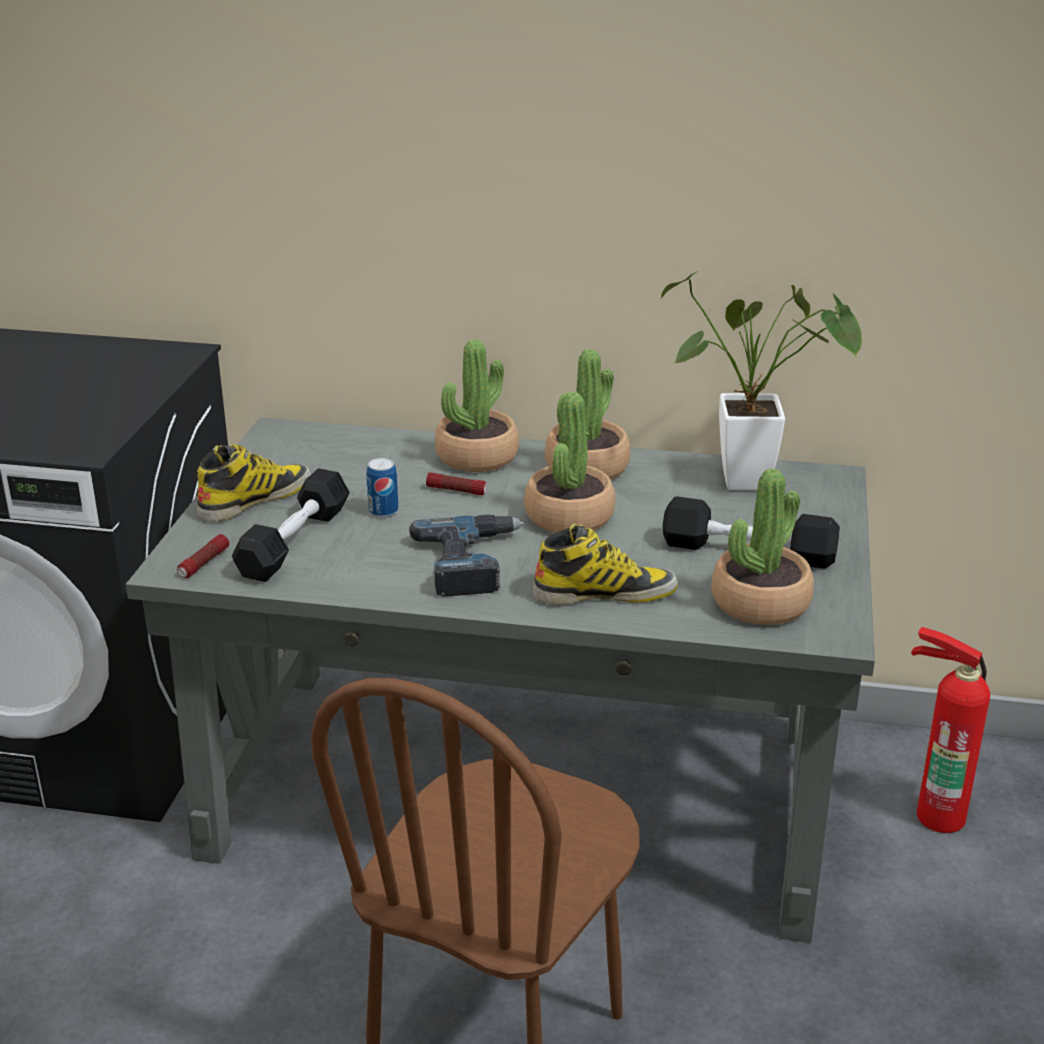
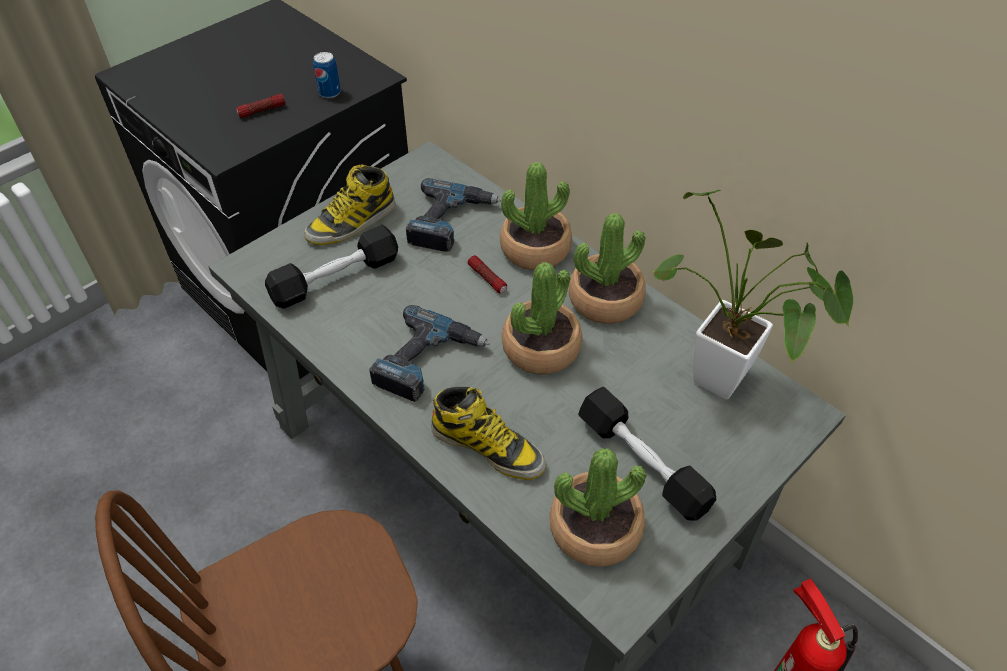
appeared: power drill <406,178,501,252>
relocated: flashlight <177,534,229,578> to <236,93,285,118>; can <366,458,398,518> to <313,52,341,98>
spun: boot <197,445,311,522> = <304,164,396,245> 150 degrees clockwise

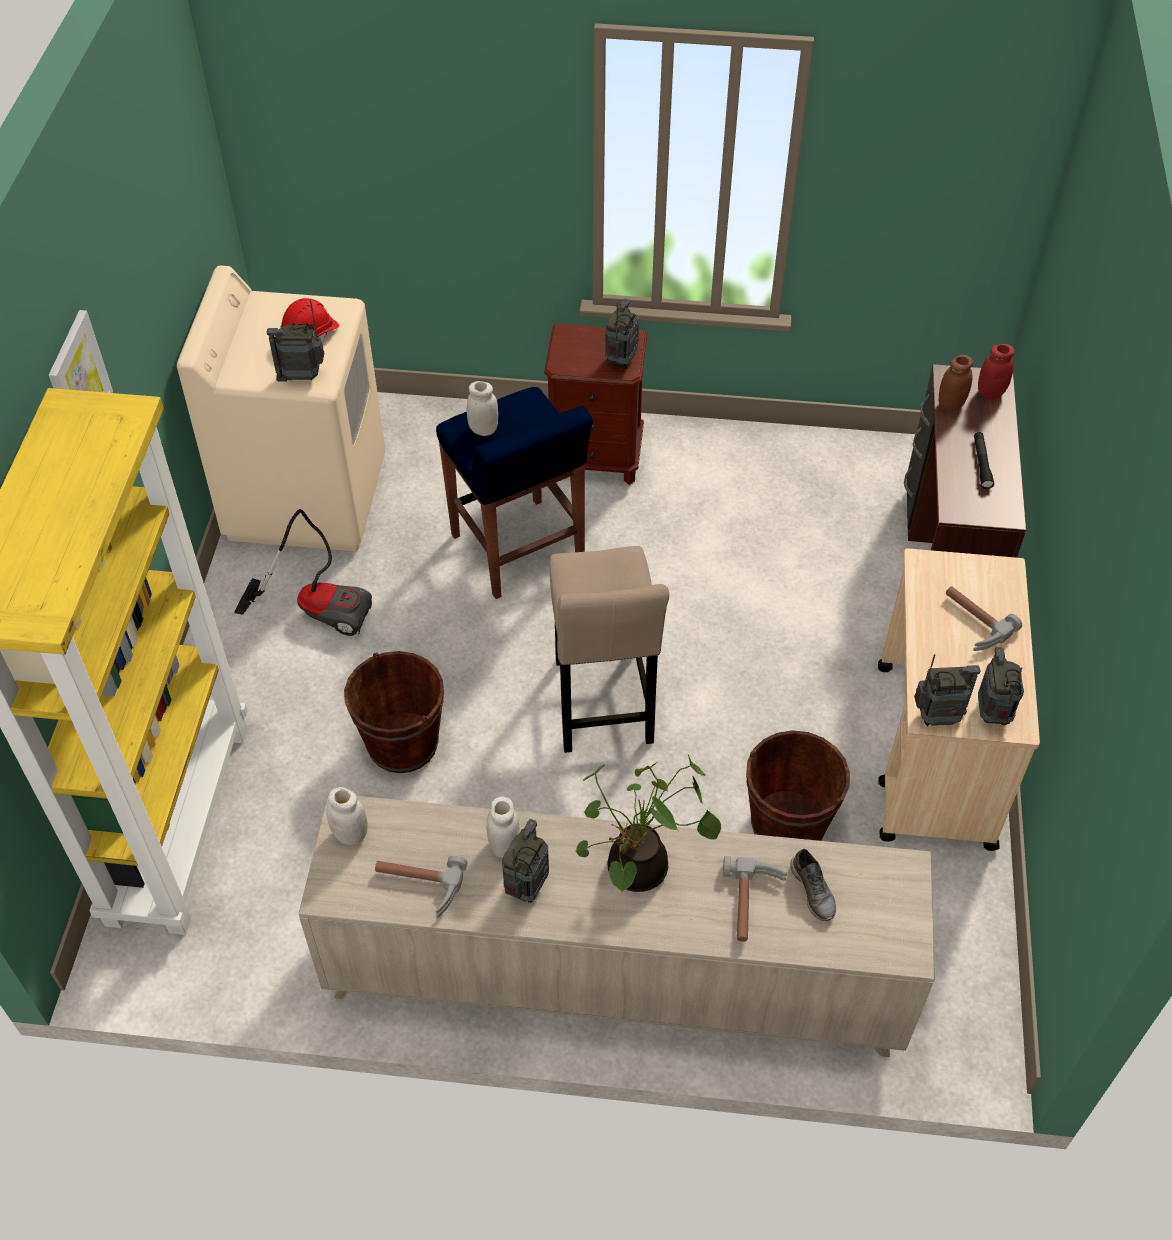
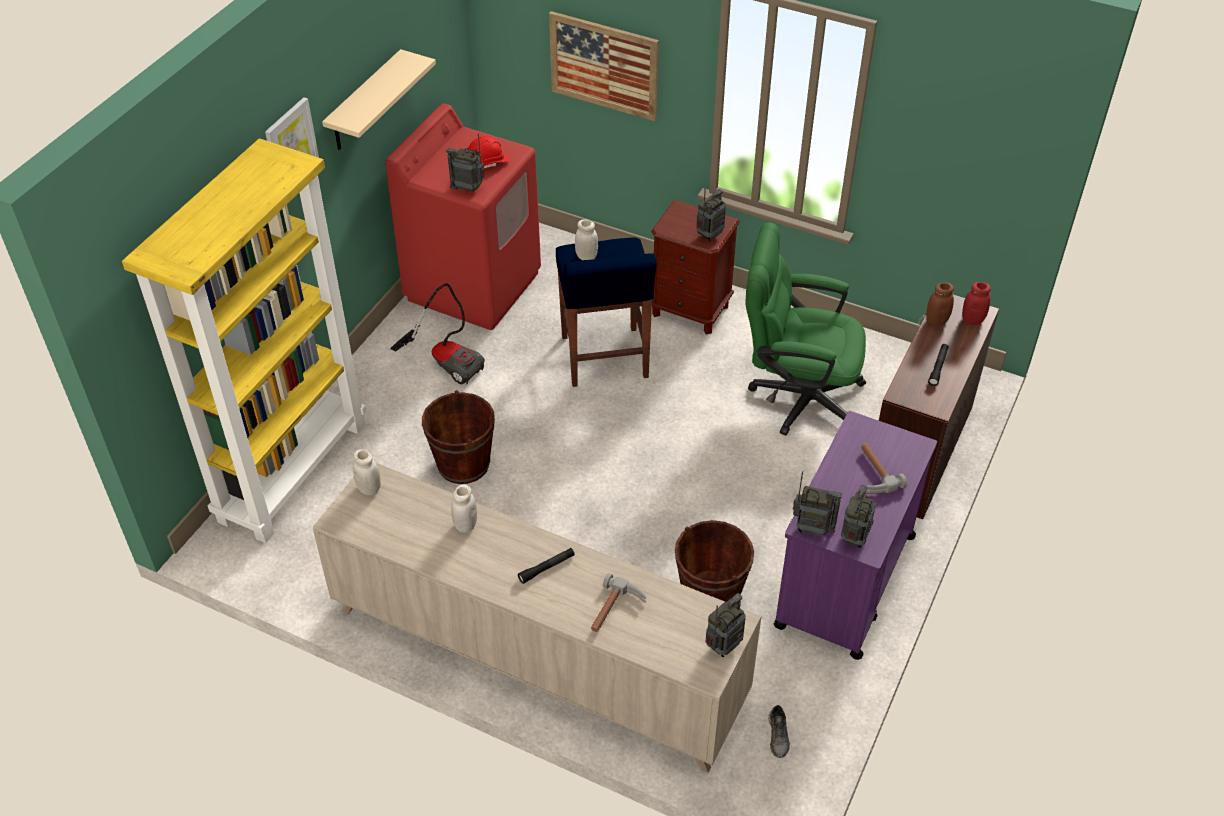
missing: hammer <375,856,468,918>; stool (beige) <549,546,669,753>
appeared: shelf (beige) <322,49,436,150>; picture <549,11,659,121>; office chair (green) <745,222,866,436>
relocated: radio <501,819,549,903> to <705,593,746,657>; shoe (grey) <790,849,836,921> to <769,705,790,758>
exchanged: potted plant <575,754,721,894> to flashlight (black) <518,548,575,584>
colour: washing machine (beige) <177,265,386,551> to washing machine (red) <385,104,541,330>; cart (beige) <878,549,1040,851> to cart (purple) <773,411,937,660>

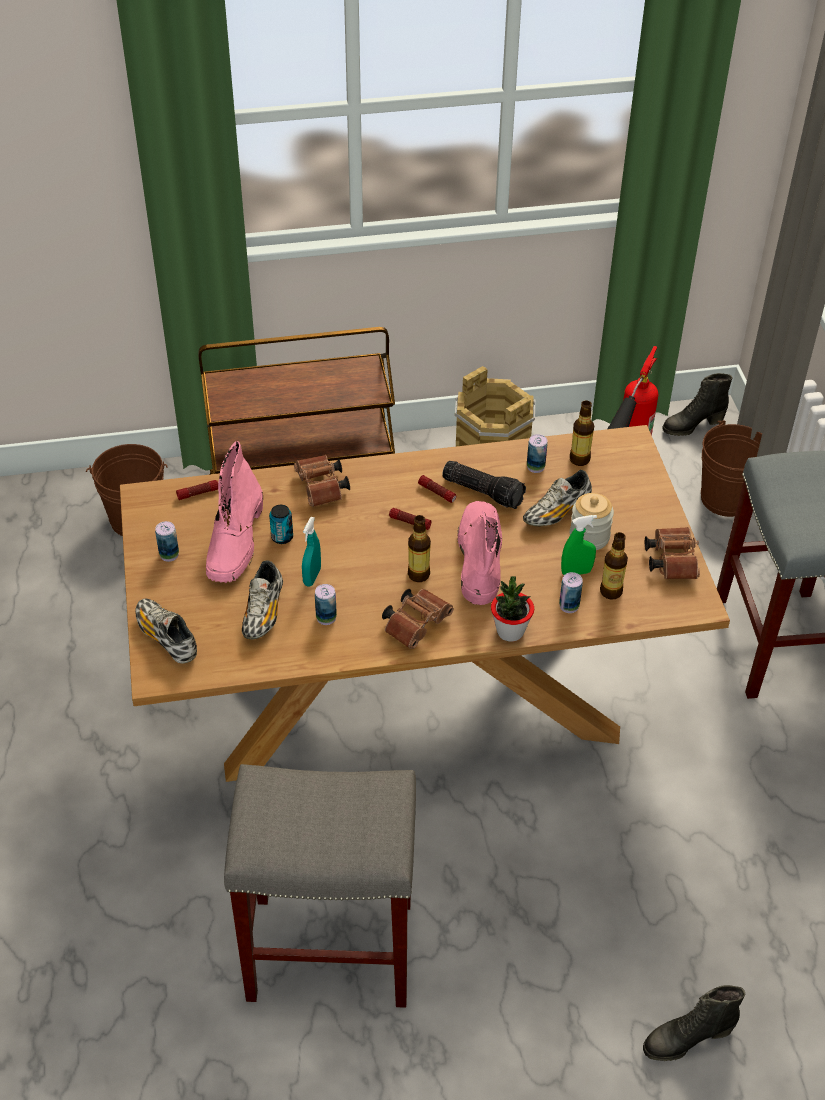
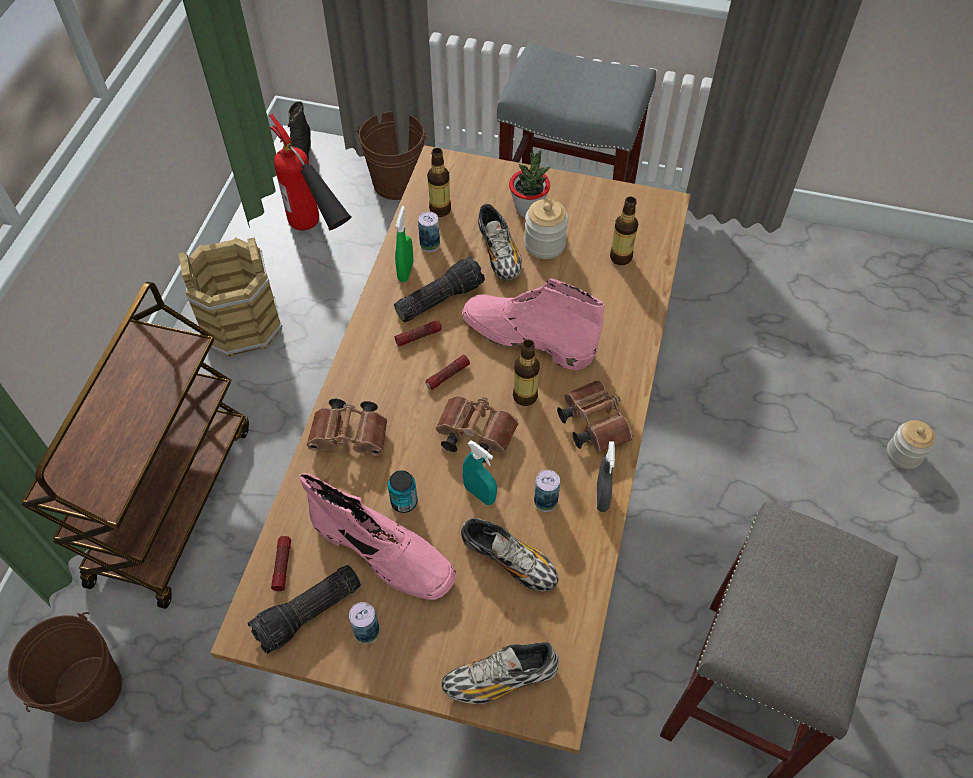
missing: can <559,572,583,613>
appeared: flashlight <248,565,361,654>; spray bottle (grey) <597,441,615,512>
relocated: potted plant <491,576,534,642> to <509,150,550,217>; spray bottle (green) <561,515,597,575> to <395,206,413,282>; binoculars (brown) <645,527,700,579> to <436,396,519,462>
exchanged: boot (black) <643,985,746,1061> to jar <886,420,935,469>

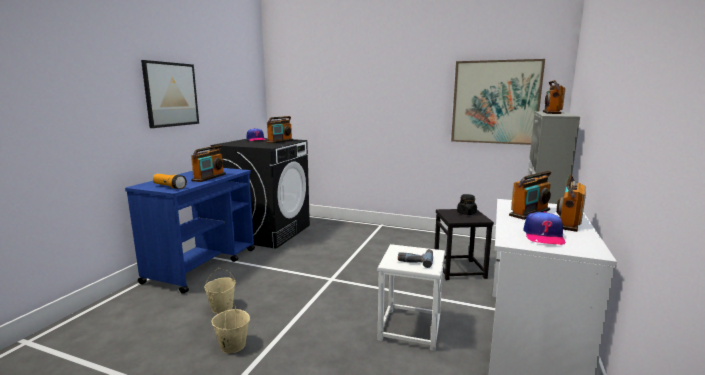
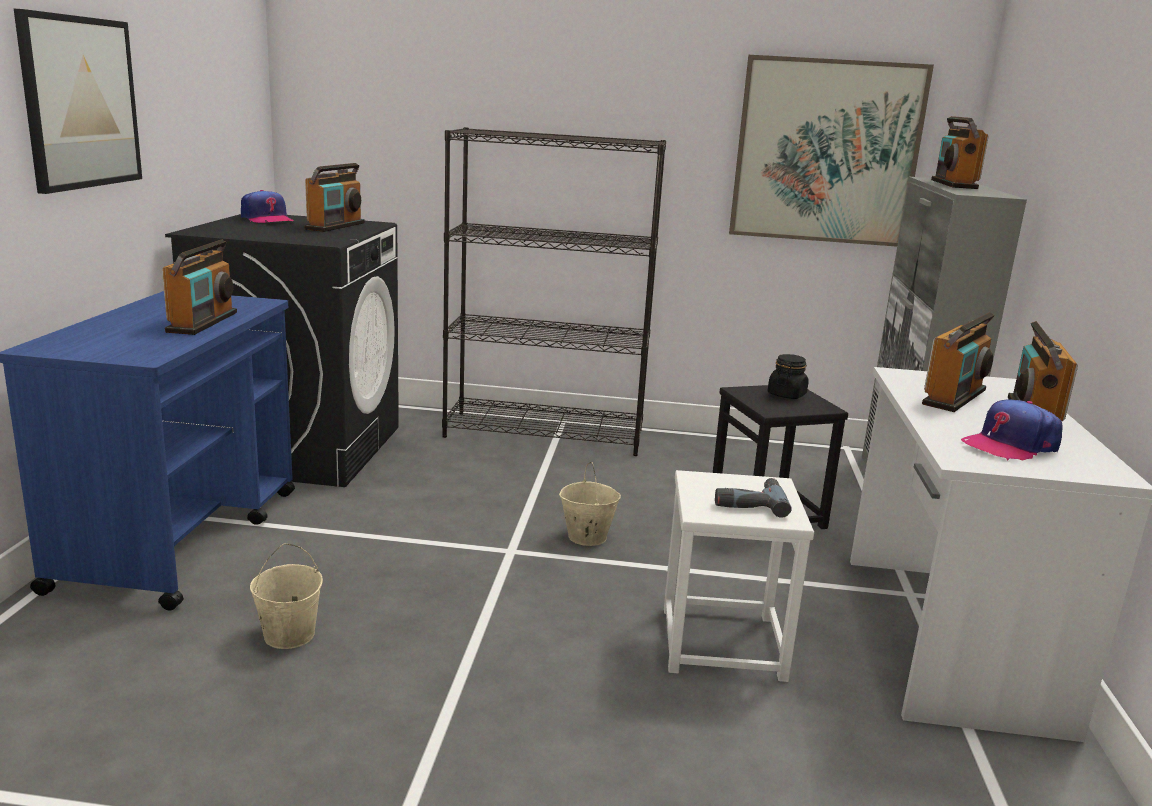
missing: flashlight <153,174,187,189>
appeared: bookcase (black) <442,127,666,456>
relocated: bucket (beige) <211,299,250,353> to <559,462,621,546>
spun: cap <523,211,566,245> = <961,400,1063,461> 60 degrees clockwise

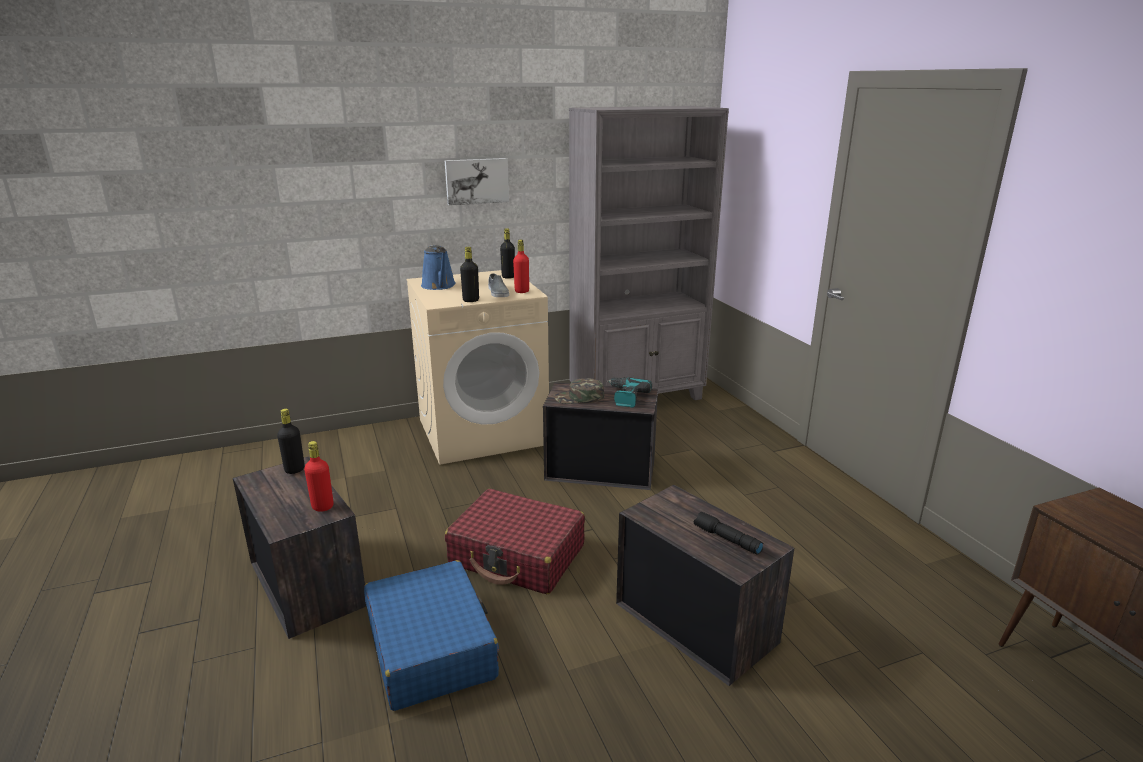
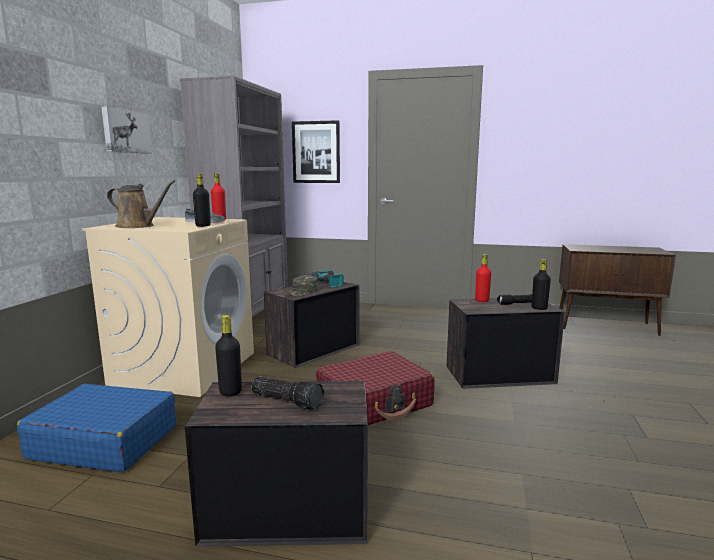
appeared: flashlight <252,377,325,410>; picture <292,120,340,183>
relocated: bottle (red) <304,441,334,512> to <475,254,491,302>; suitcase (blue) <364,560,499,711> to <17,384,176,472>; bottle (black) <500,228,515,279> to <532,259,551,310>
colour: watering can (blue) <421,245,456,290> to watering can (brown) <107,180,175,228>

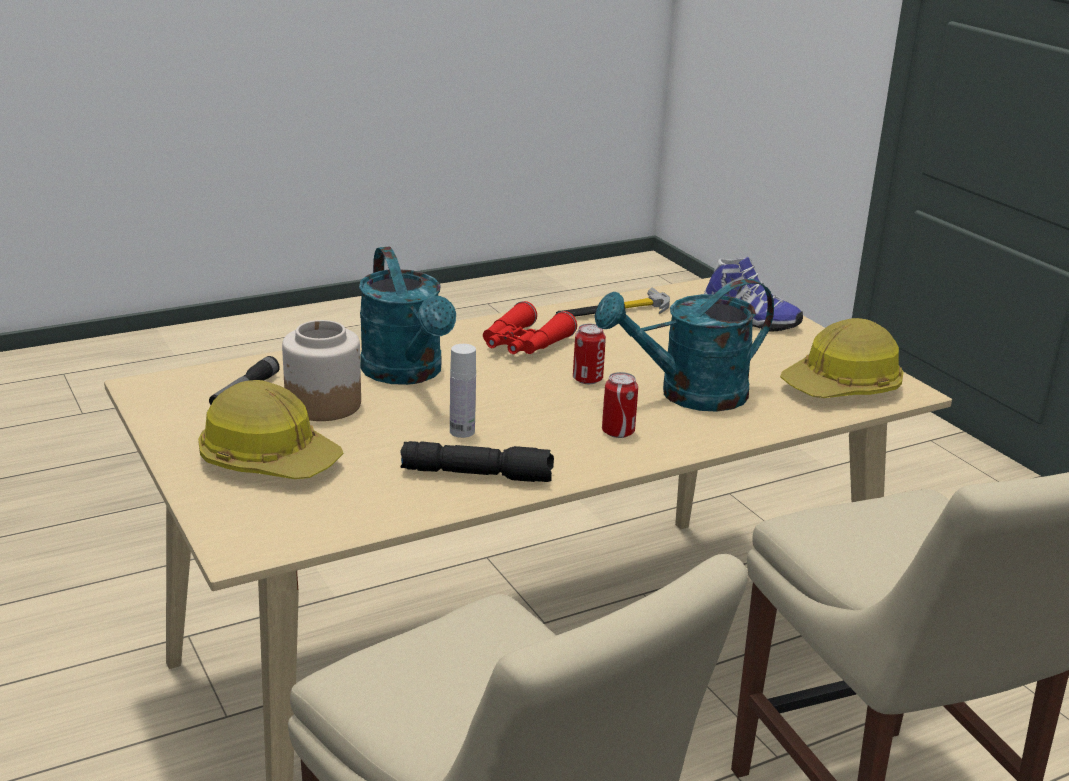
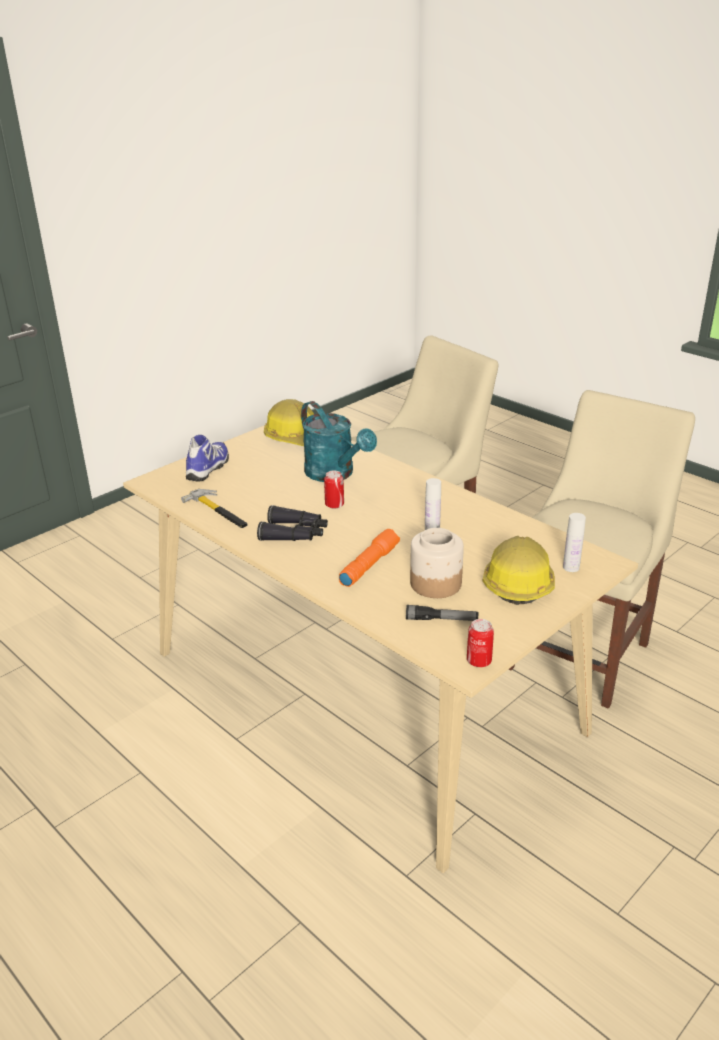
missing: flashlight (black) <400,441,554,482>
appeared: bottle (white) <563,513,586,572>
relocated: can <602,372,638,438> to <467,619,494,667>
exchanged: watering can (turquoise) <359,247,456,385> to flashlight (orange) <339,529,400,587>
colour: binoculars (red) <483,301,577,354> to binoculars (black) <257,505,328,541>

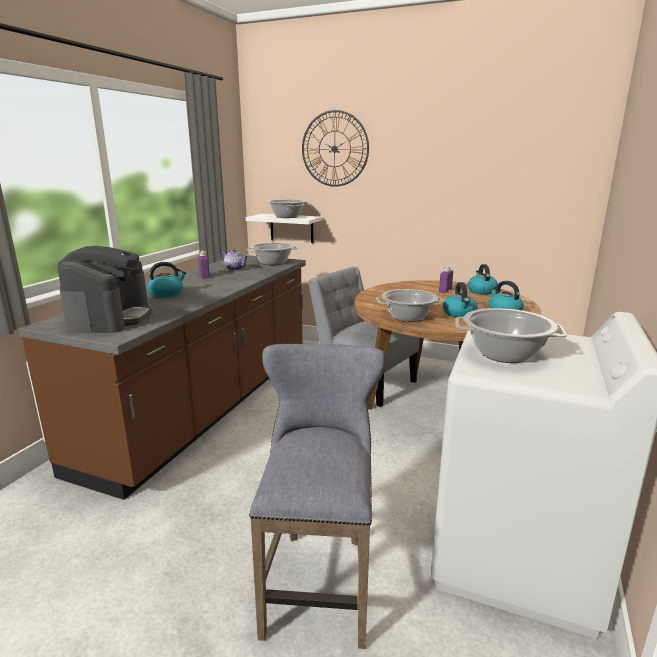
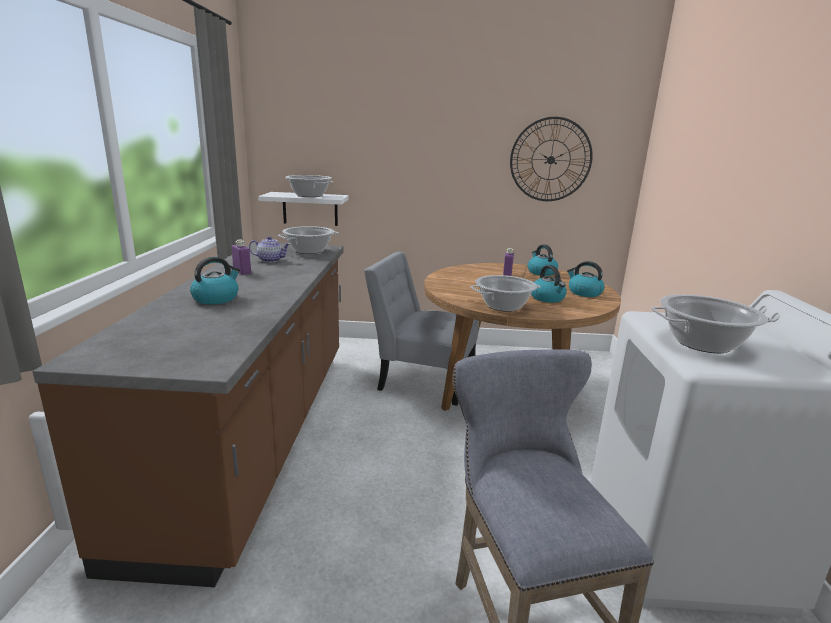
missing: coffee machine <57,246,152,333>
relocated: wall clock <302,110,369,187> to <510,117,593,201>

